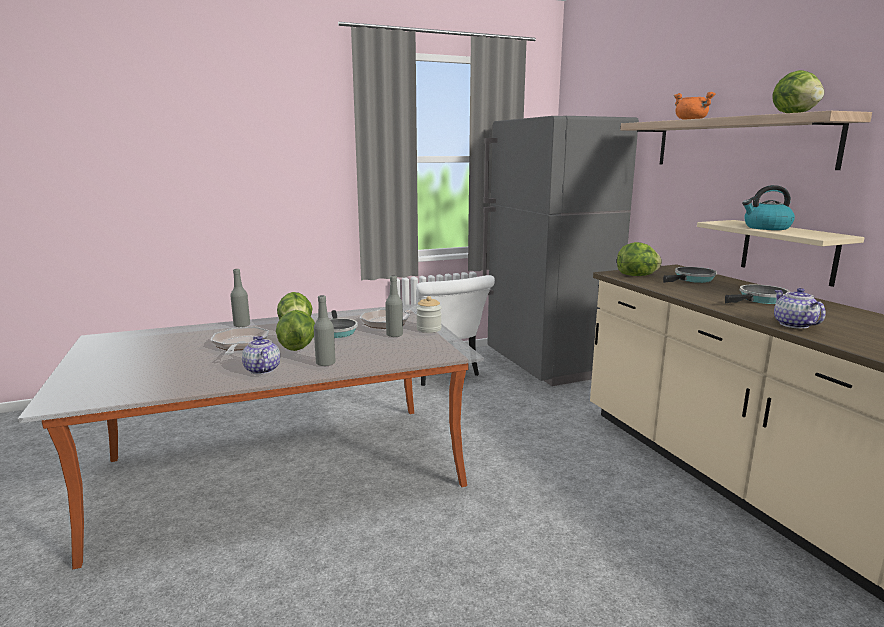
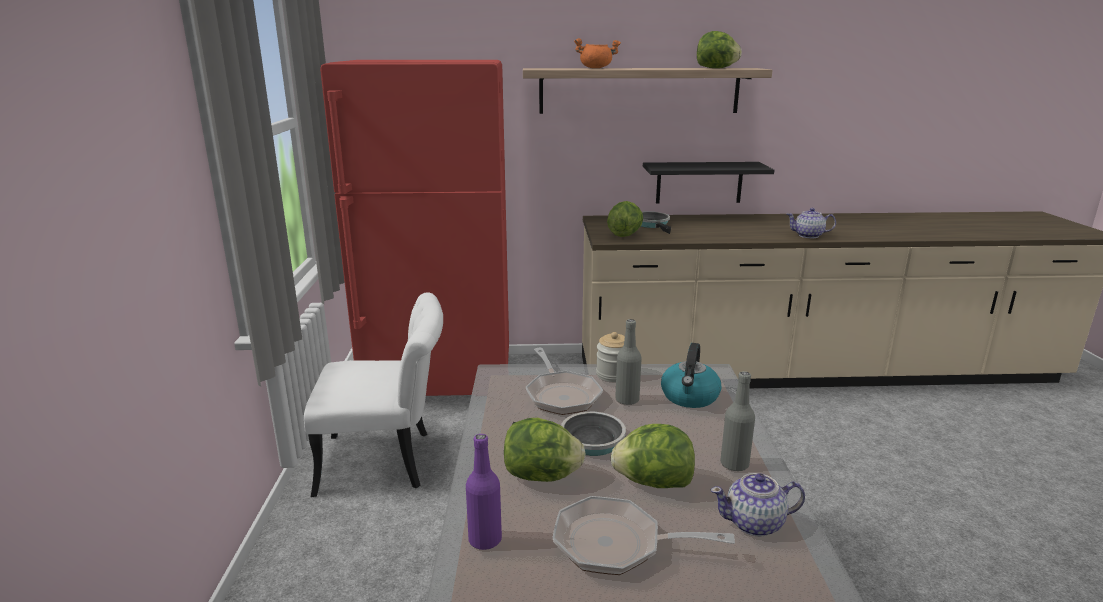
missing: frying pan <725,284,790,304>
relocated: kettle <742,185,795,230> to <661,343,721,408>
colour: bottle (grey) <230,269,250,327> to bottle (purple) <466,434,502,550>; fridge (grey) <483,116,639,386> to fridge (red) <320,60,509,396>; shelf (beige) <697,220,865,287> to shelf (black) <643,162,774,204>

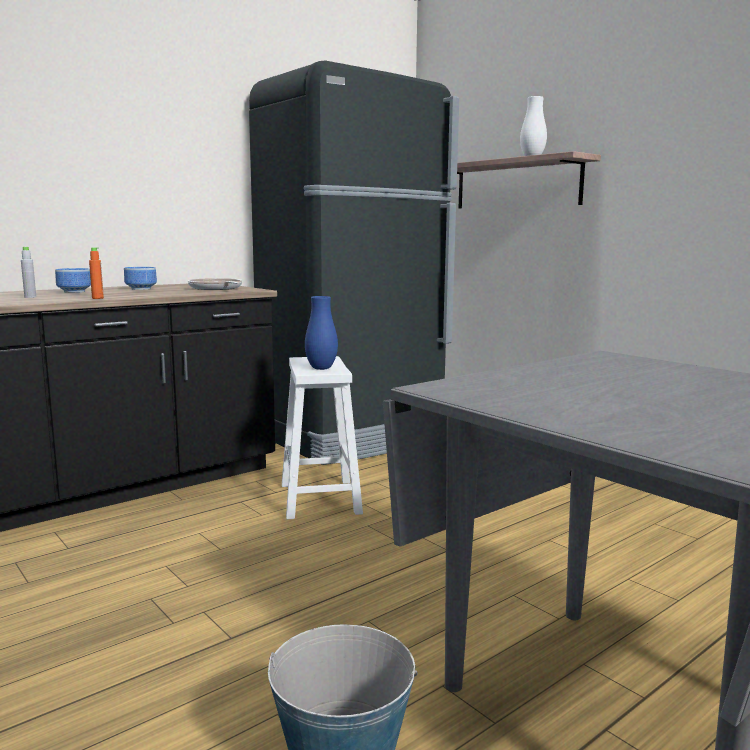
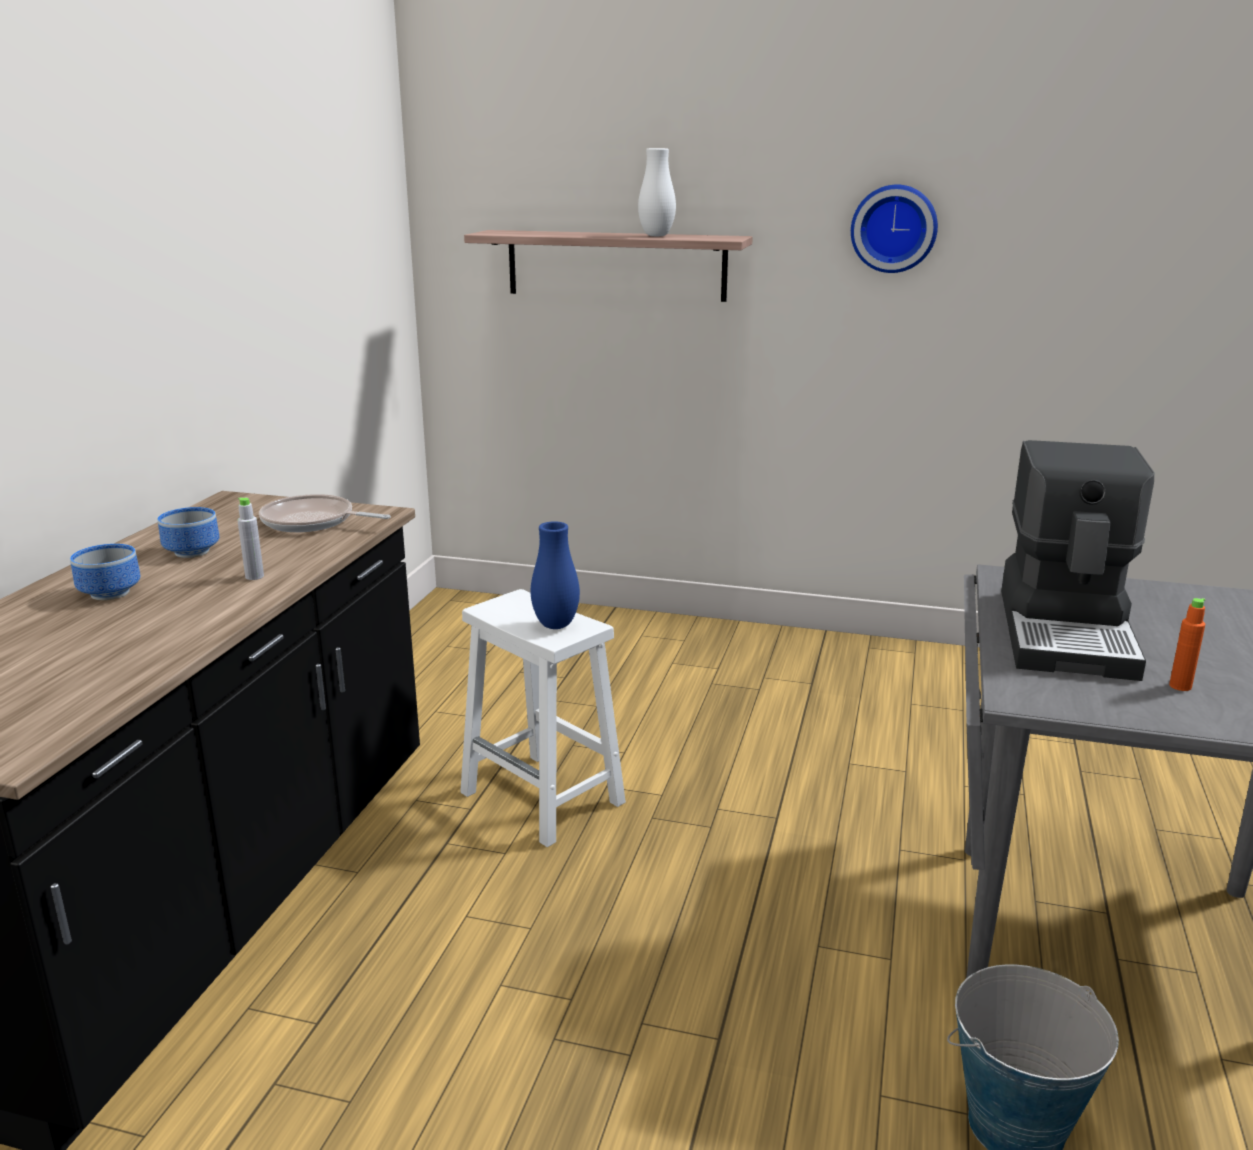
missing: fridge (black) <249,61,459,465>
appeared: wall clock <851,185,938,273>; coffee machine <1001,440,1155,681>
relocated: bottle (grey) <21,247,36,298> to <237,497,264,580>; bottle (orange) <89,247,104,299> to <1169,598,1206,691>

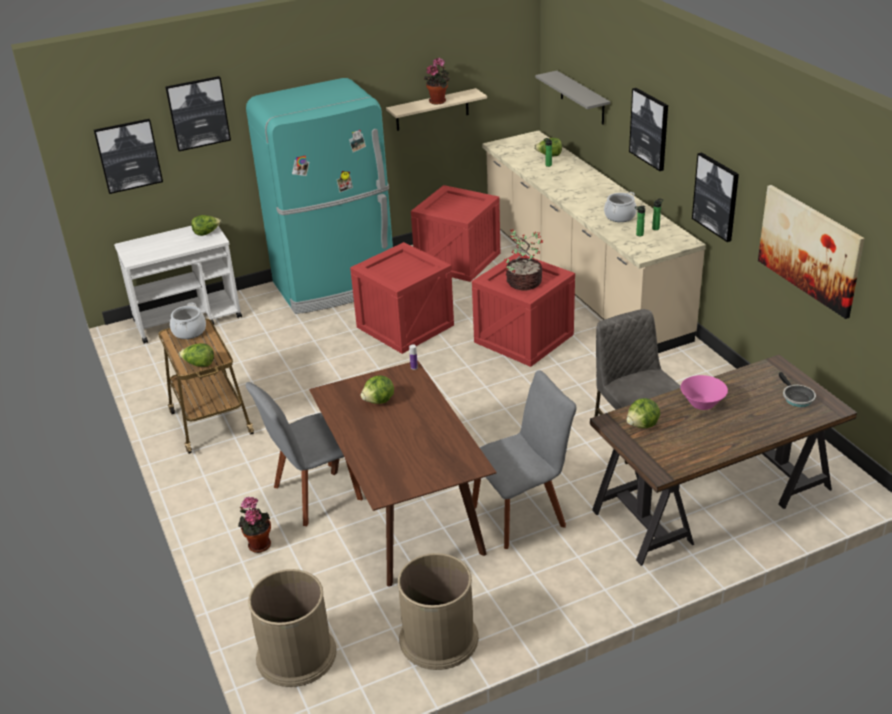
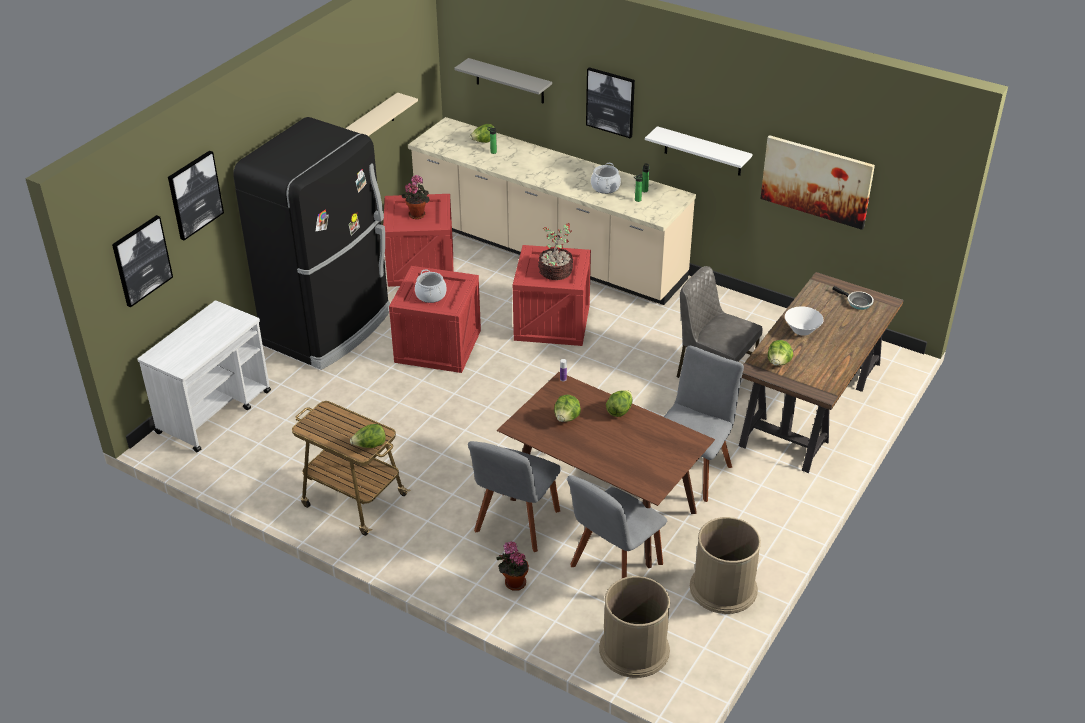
appeared: chair (grey) <567,475,667,578>
relocated: cooking pot <170,303,206,339> to <415,269,447,303>; lettuce <191,215,221,236> to <606,390,633,417>; potted plant <424,58,450,104> to <402,175,430,219>
exchanged: picture <692,153,739,242> to shelf (white) <645,126,753,176>
colour: fridge (turquoise) <246,78,393,314> to fridge (black) <233,117,390,370>; bowl (pink) <680,375,728,410> to bowl (white) <785,306,823,336>

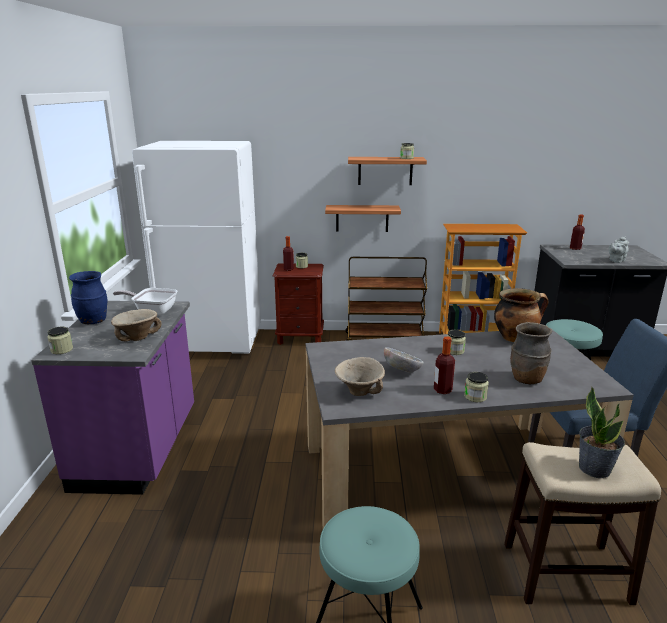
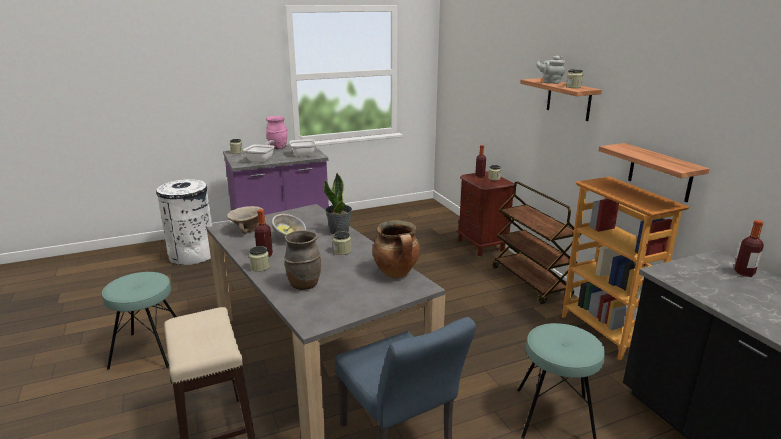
missing: fridge (white) <132,141,261,354>
appeared: trash can (white) <156,179,212,265>
relocated: shelf <325,205,401,232> to <598,143,710,202>; potted plant <579,387,625,478> to <324,172,352,235>; teapot (grey) <608,237,629,263> to <536,56,565,84>
exchanged: bowl (beige) <111,309,161,341> to frying pan <243,140,275,163>
colour: vase (blue) <69,271,107,324> to vase (pink) <266,116,287,149>

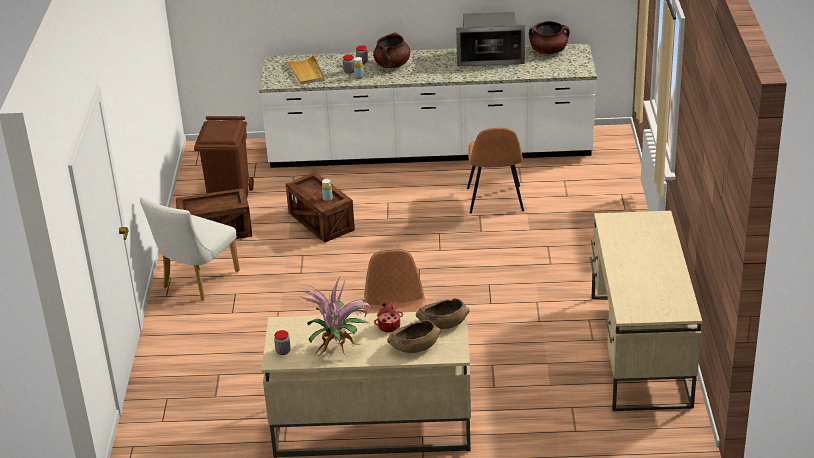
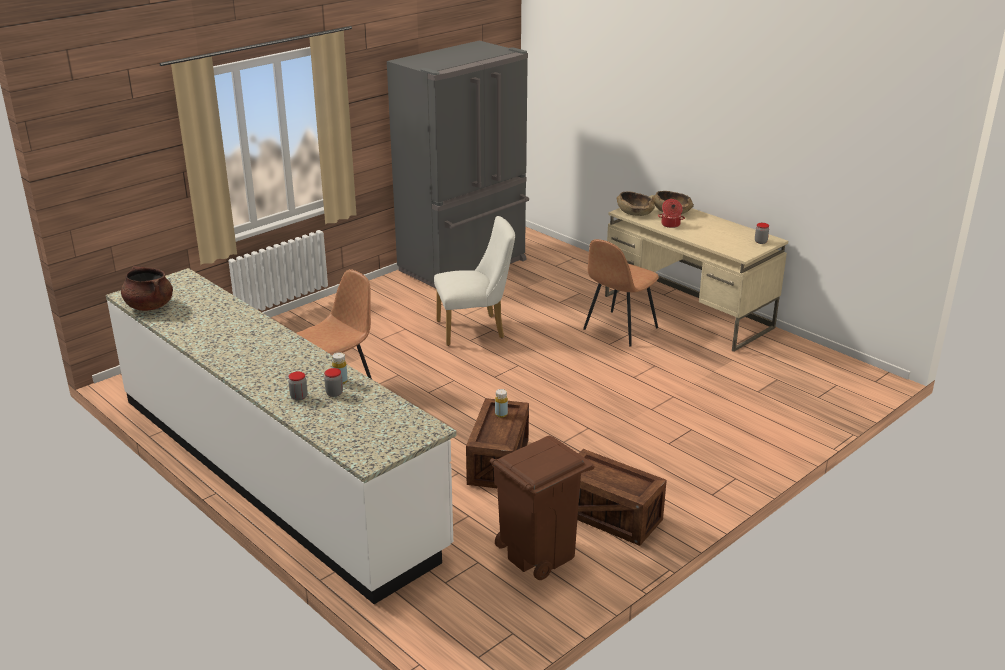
missing: tray (beige) <286,55,325,85>; potted plant <300,278,370,357>; cooking pot (brown) <373,32,410,68>; microwave <456,12,525,67>
relocated: chair (white) <140,197,240,301> to <434,216,515,346>
exchanged: desk (beige) <590,211,702,411> to fridge (grey) <387,41,529,289>

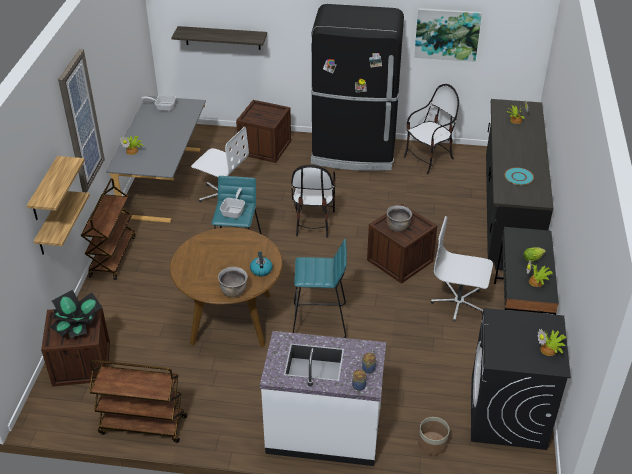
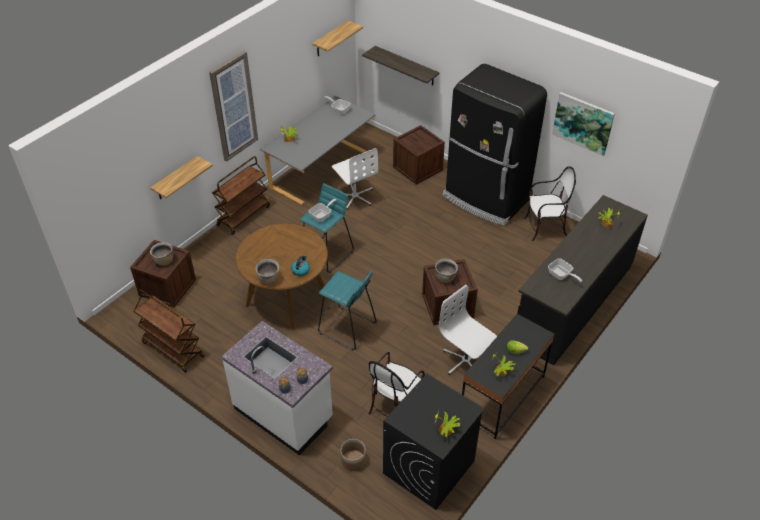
relocated: shelf <27,156,85,220> to <312,20,363,56>; chair <291,165,336,238> to <369,352,425,416>
exchanged: potted plant <50,290,103,337> to cooking pot (brown) <150,242,173,266>; plate (turquoise) <504,167,534,185> to frying pan <548,258,582,282>

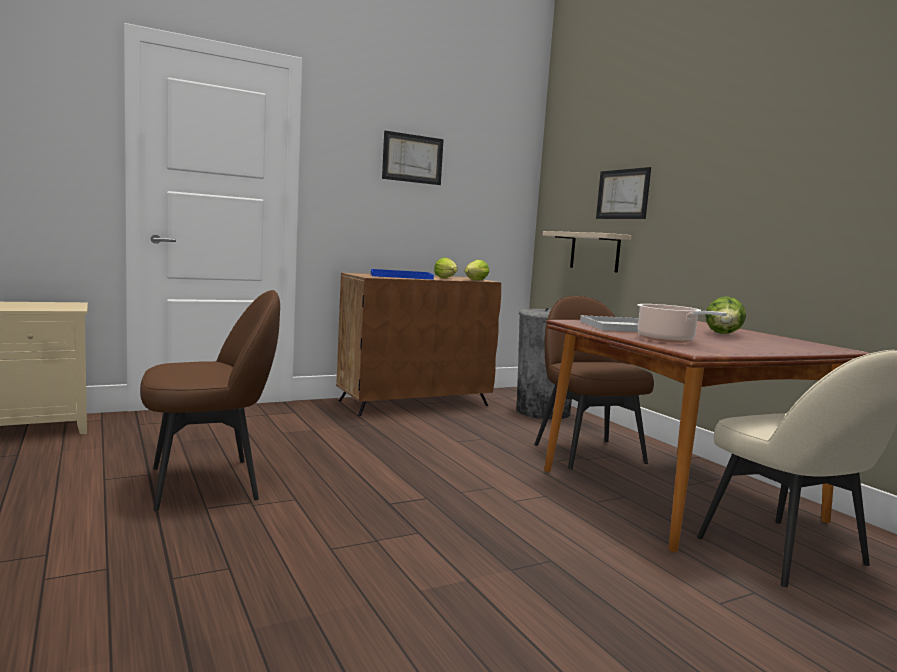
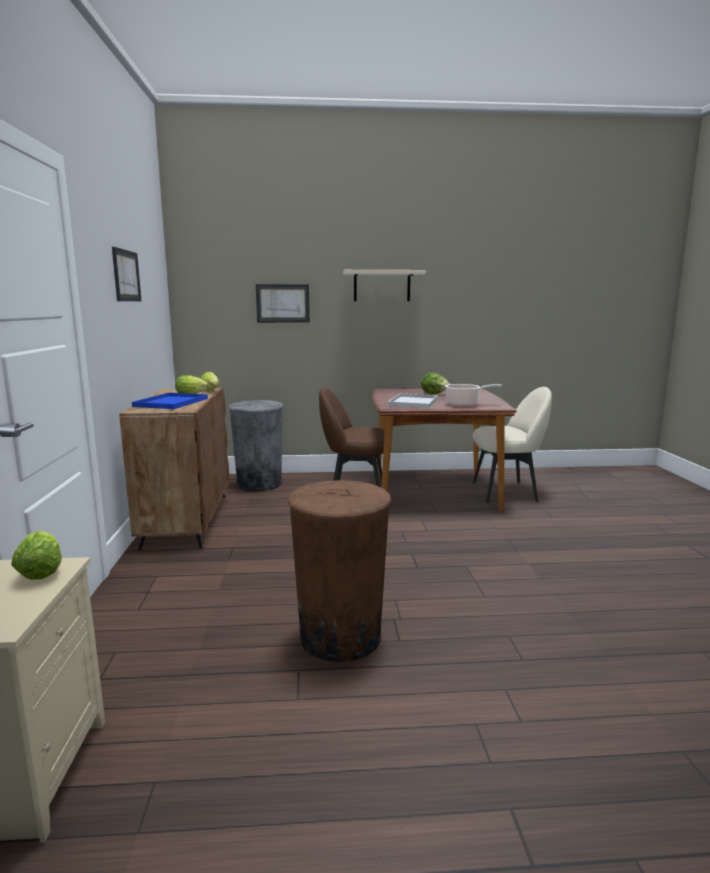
appeared: lettuce <11,530,62,580>
relocated: shelf (beige) <543,231,632,273> to <343,270,426,301>
exchanged: chair (brown) <140,290,280,511> to trash can (brown) <288,480,391,662>

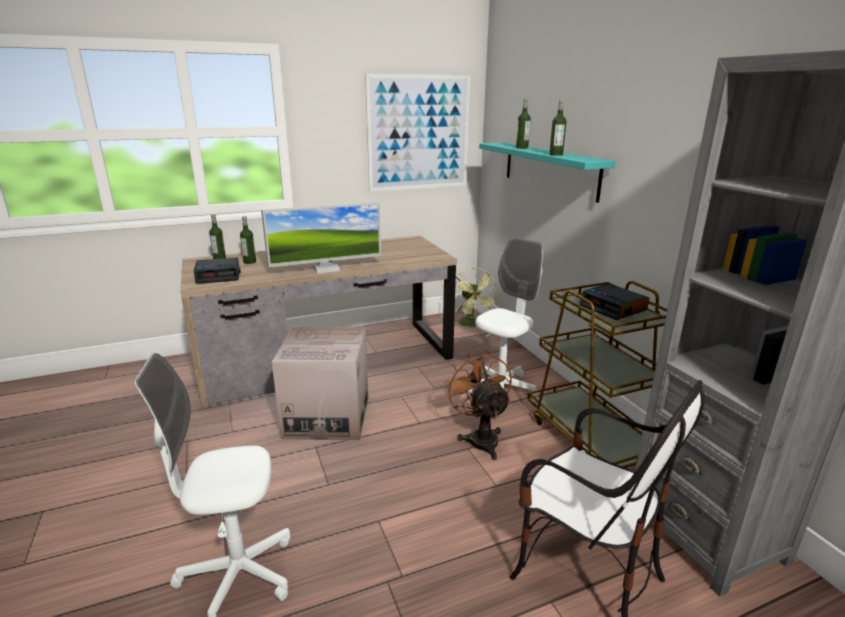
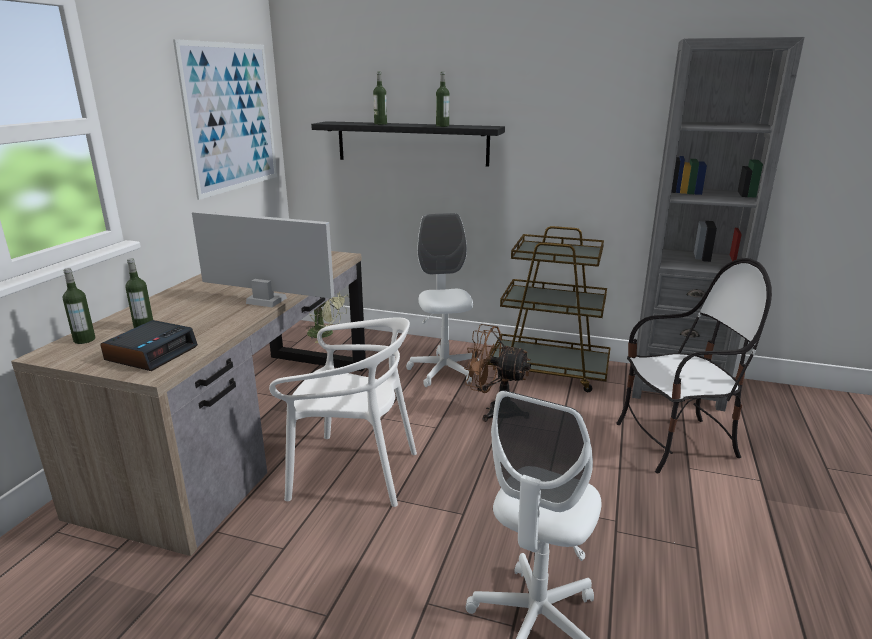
missing: alarm clock <579,283,650,320>
exchanged: cardboard box <272,327,368,440> to chair (white) <269,317,417,507>
colour: shelf (turquoise) <479,142,616,203> to shelf (black) <311,121,505,167>
spun: monitor <261,202,381,274> = <192,211,334,307> 90 degrees counterclockwise

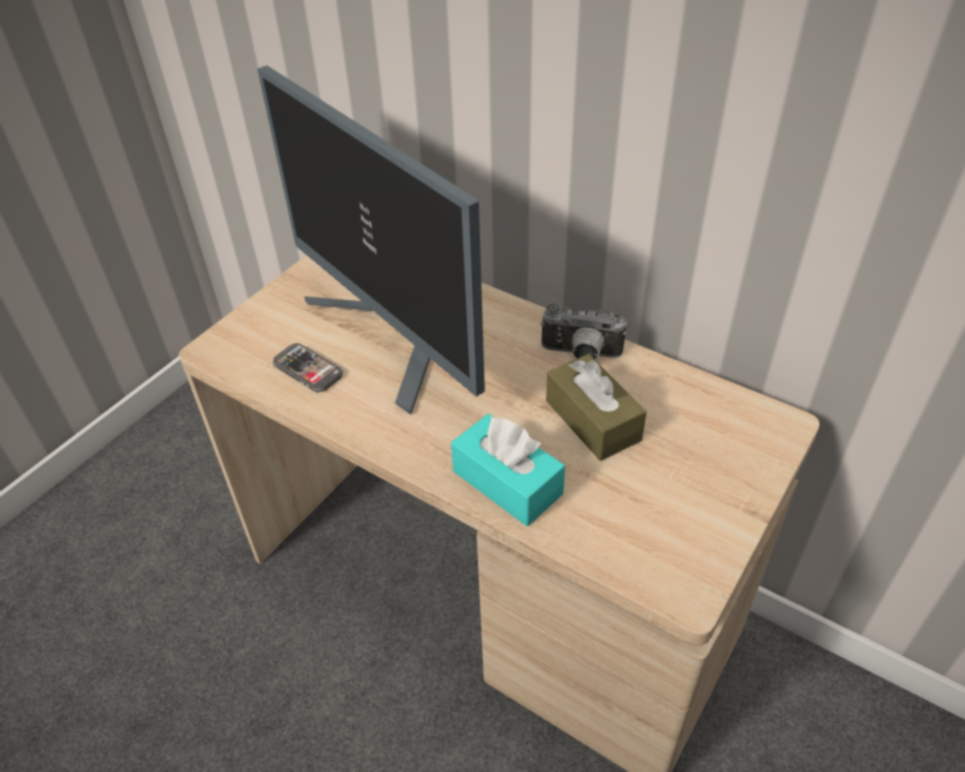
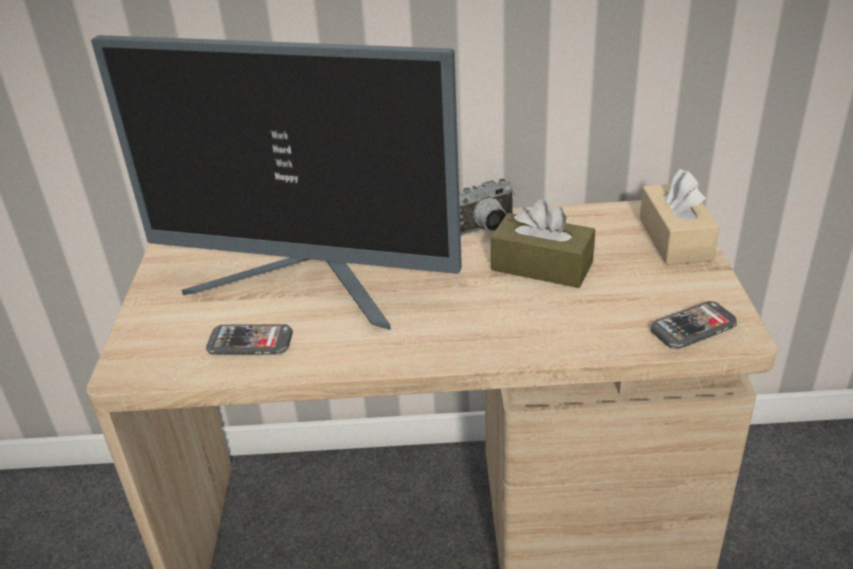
missing: tissue box (turquoise) <451,414,565,526>
appeared: tissue box (beige) <640,169,719,265>; phone <650,301,737,349>

